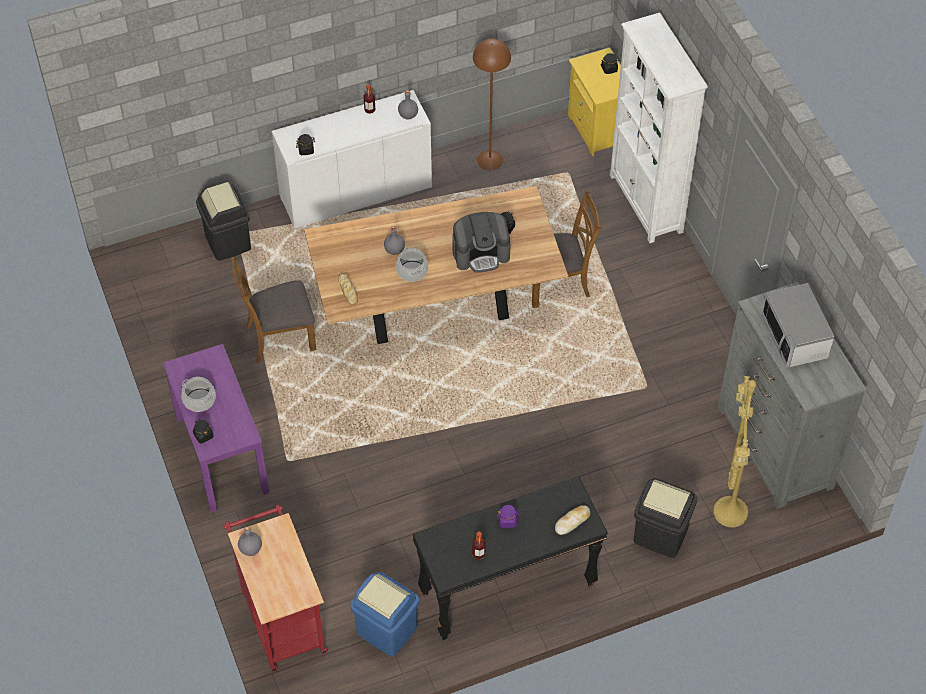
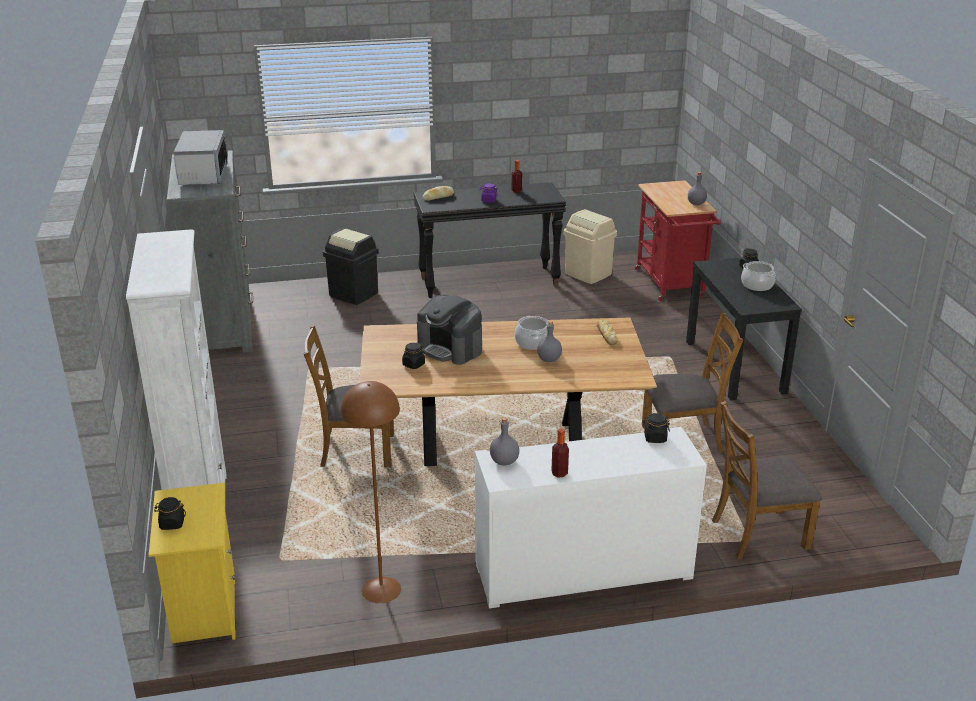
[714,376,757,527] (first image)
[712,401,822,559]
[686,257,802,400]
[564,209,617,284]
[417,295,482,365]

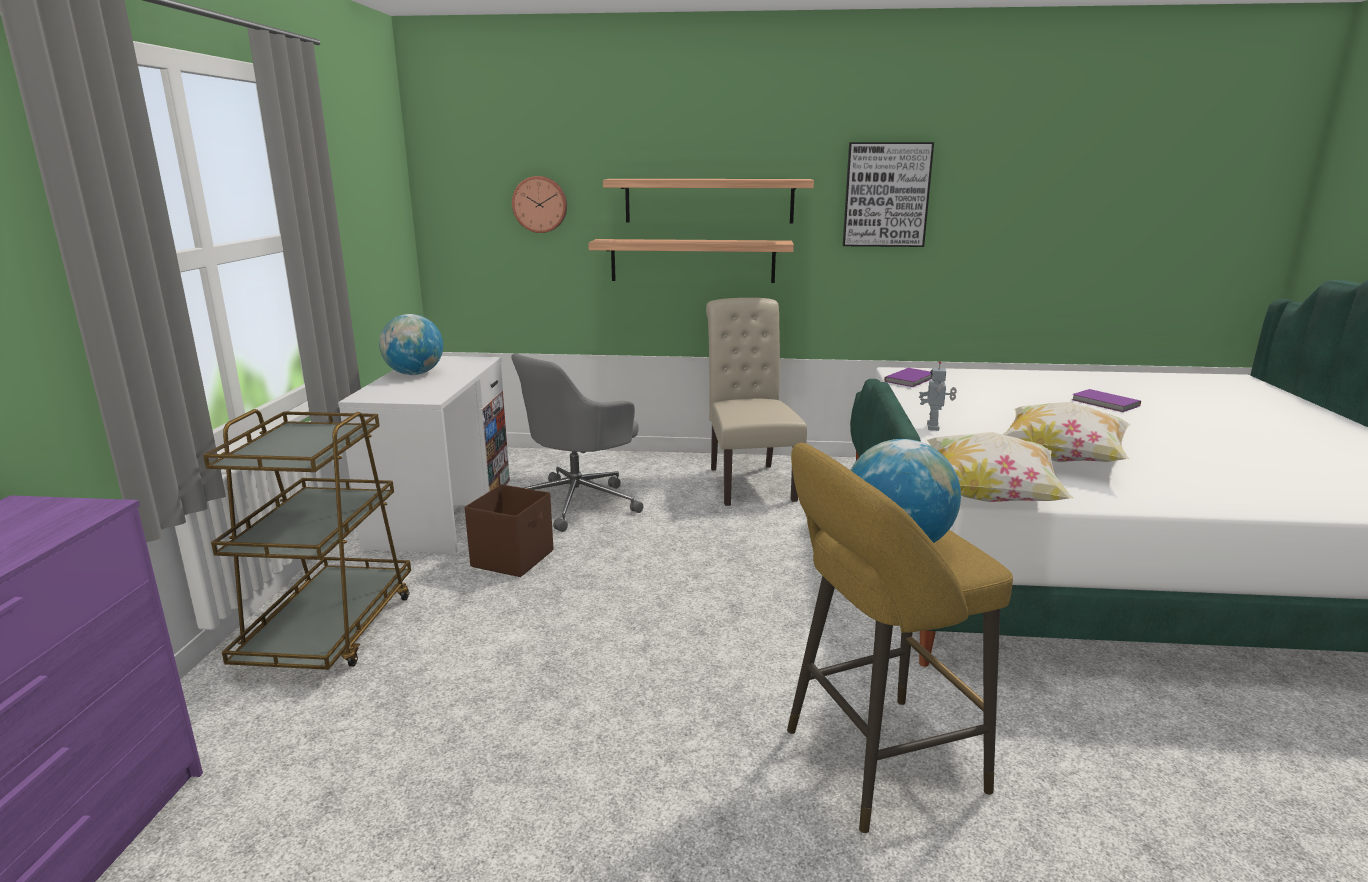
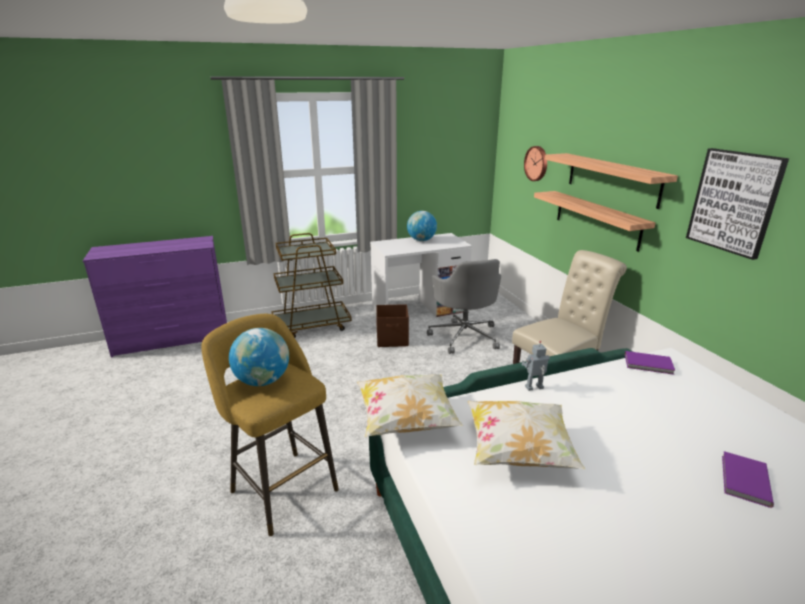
[427,259,501,354]

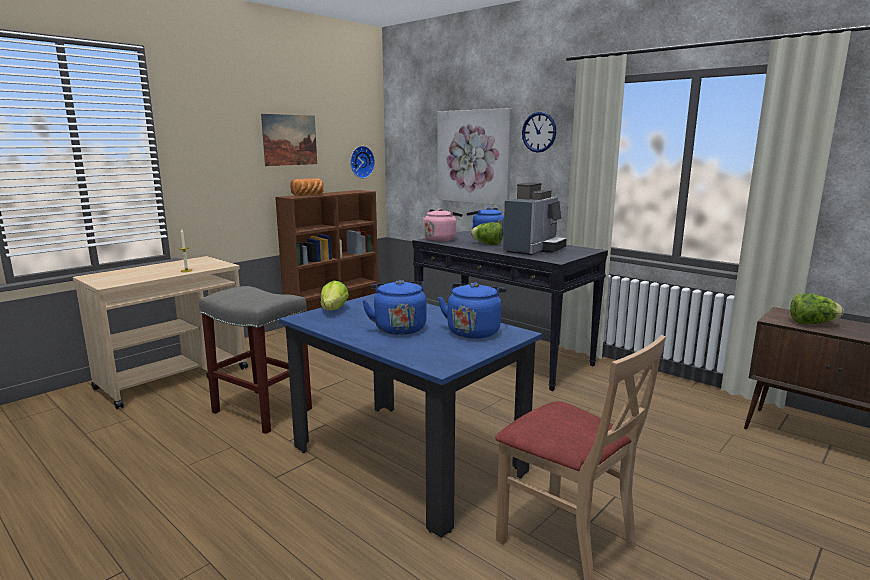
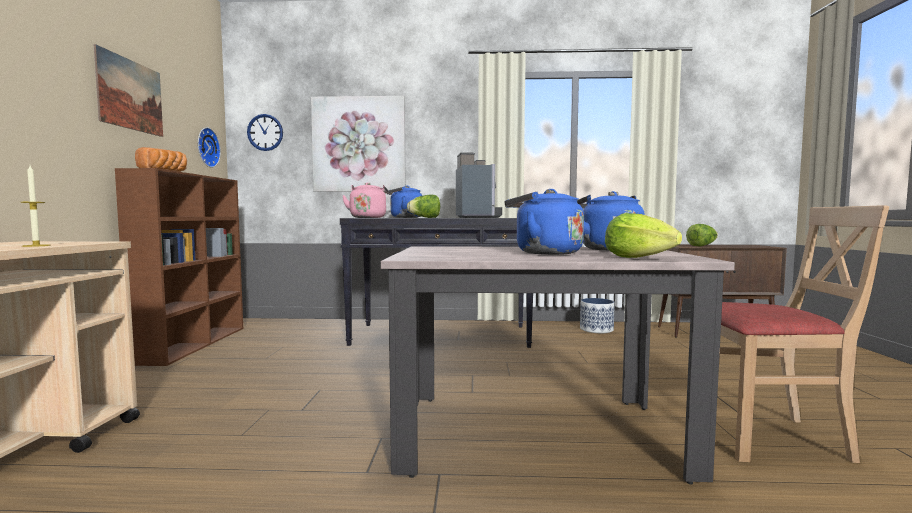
[199,286,312,434] (first image)
[580,298,615,333]
[605,213,682,258]
[247,114,283,151]
[381,246,735,484]

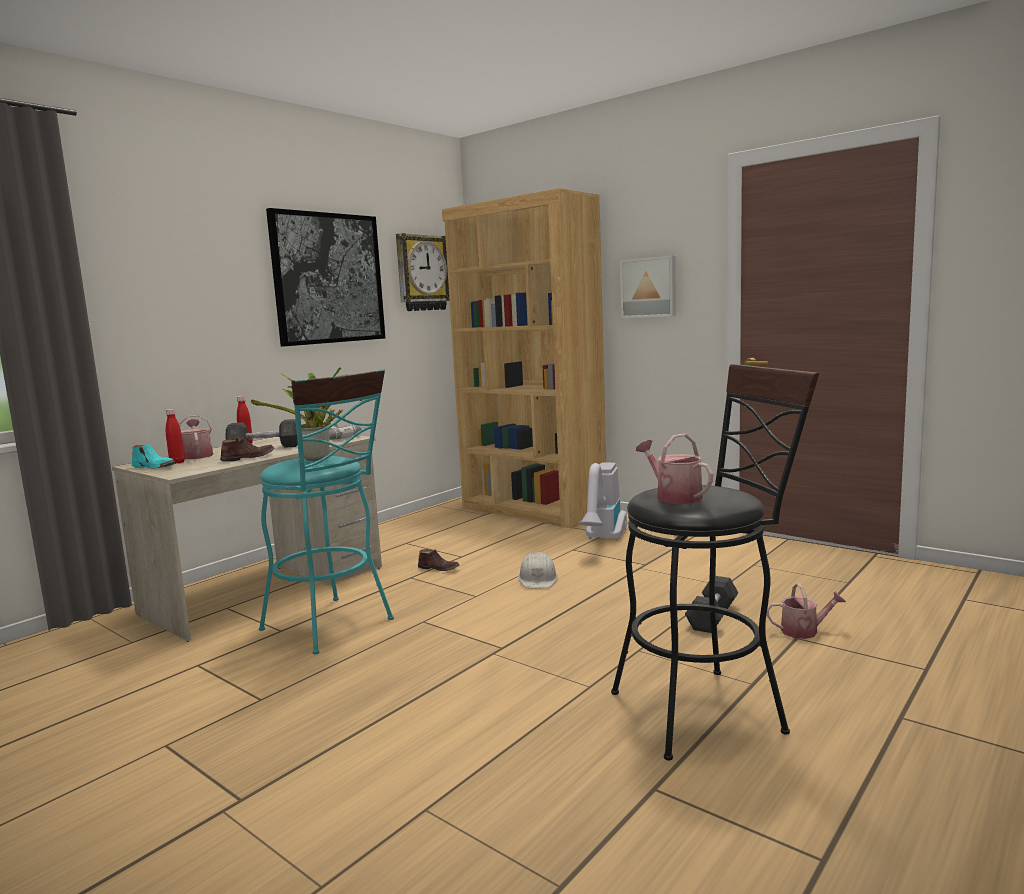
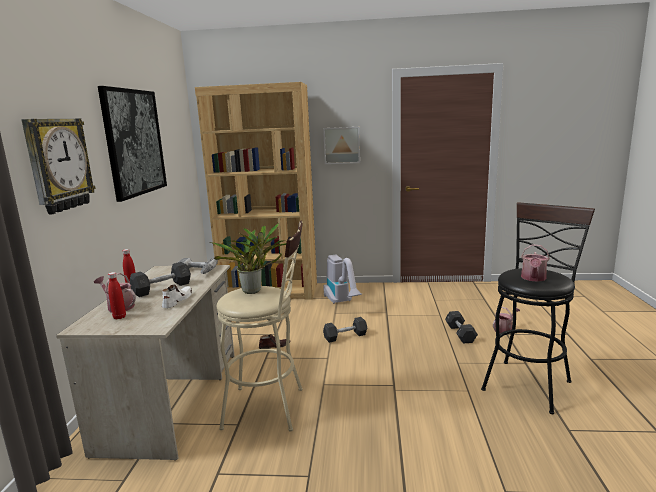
[132,444,175,469] (first image)
[21,118,96,214]
[323,317,367,343]
[162,285,192,308]
[217,221,303,432]
[521,245,550,282]

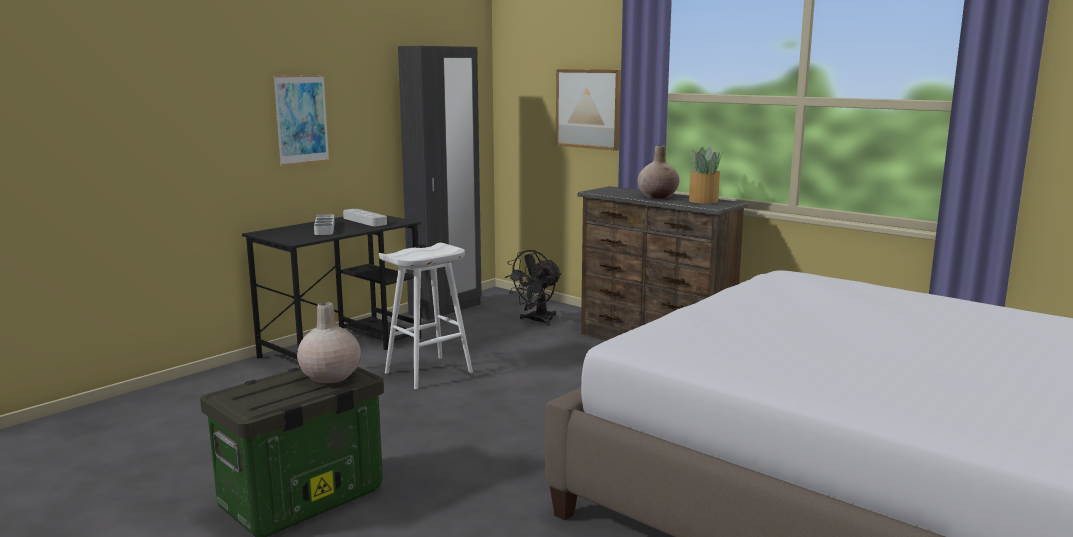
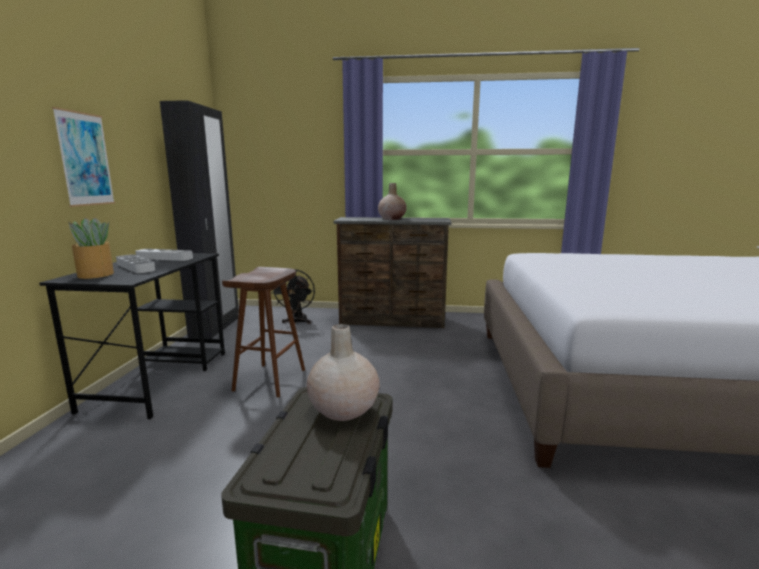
[556,69,621,151] (first image)
[68,218,114,279]
[222,267,305,397]

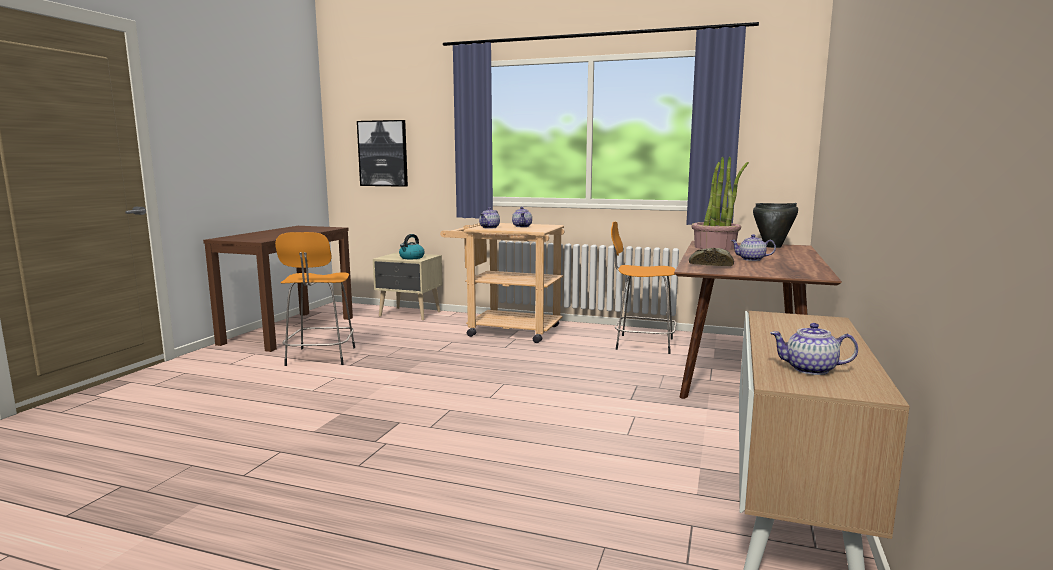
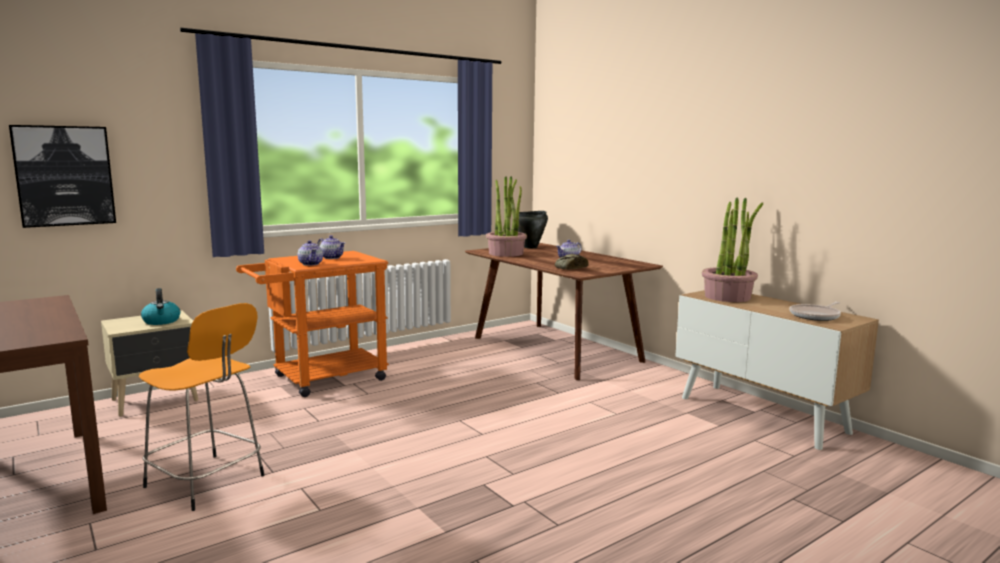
[611,222,677,354] (first image)
[702,198,763,302]
[789,302,841,321]
[236,251,389,397]

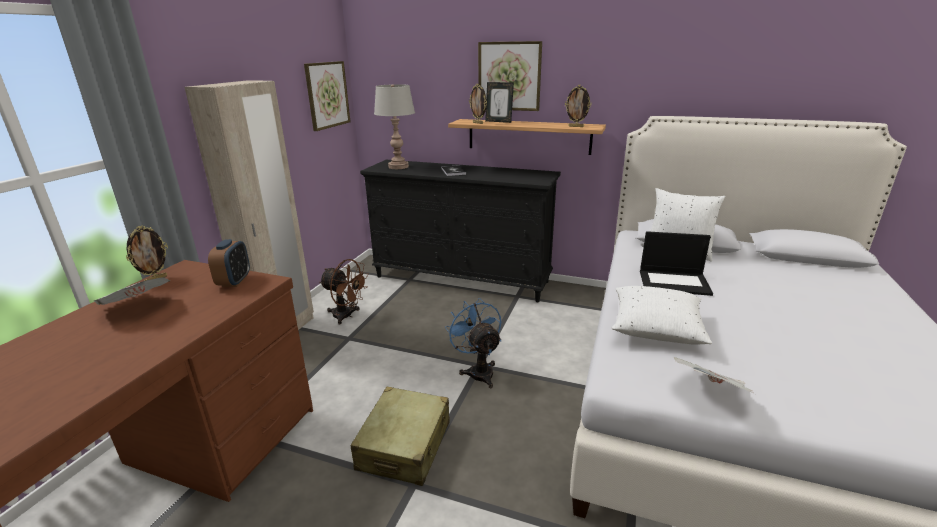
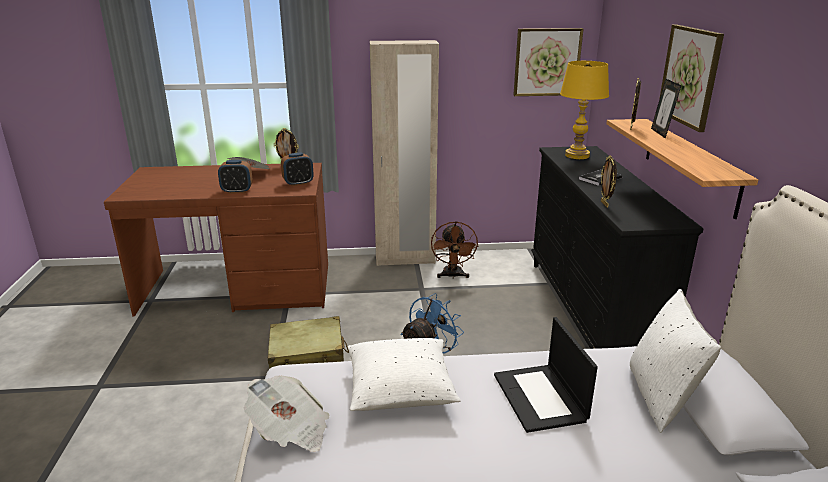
[218,160,253,194]
[601,156,617,207]
[560,61,609,159]

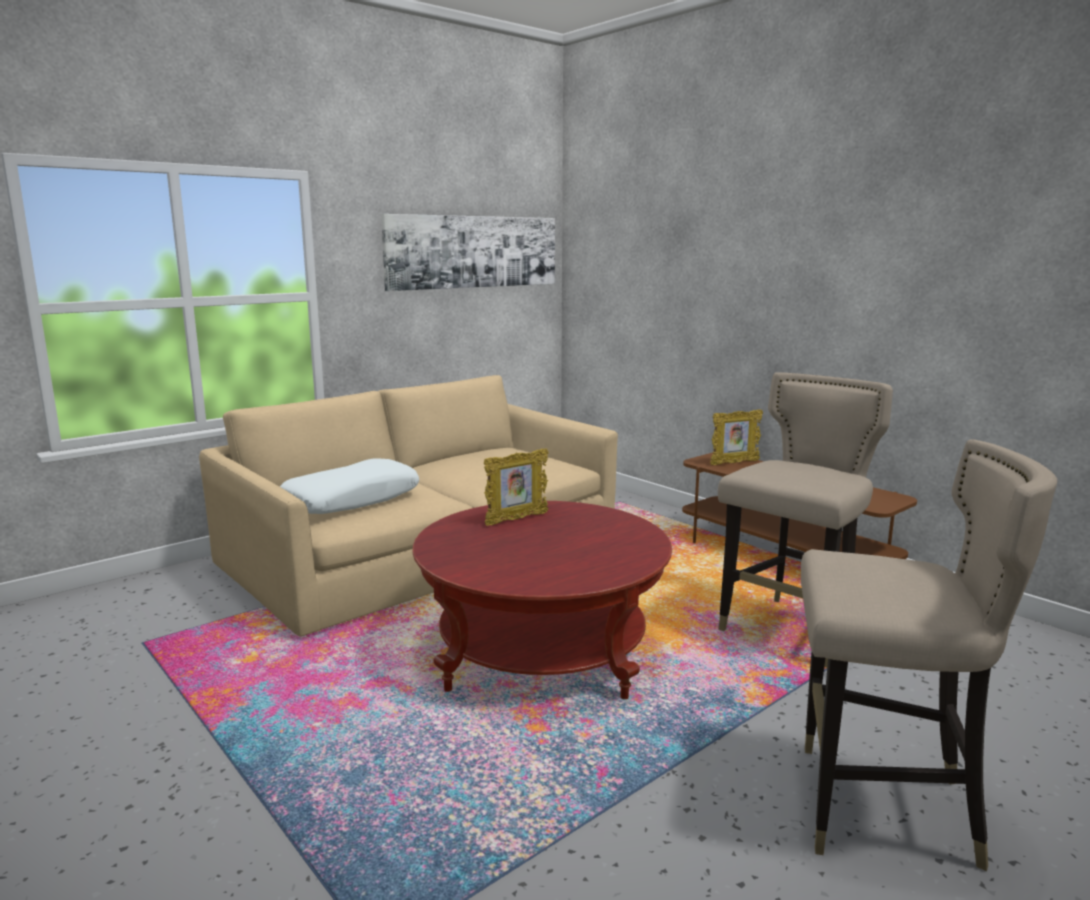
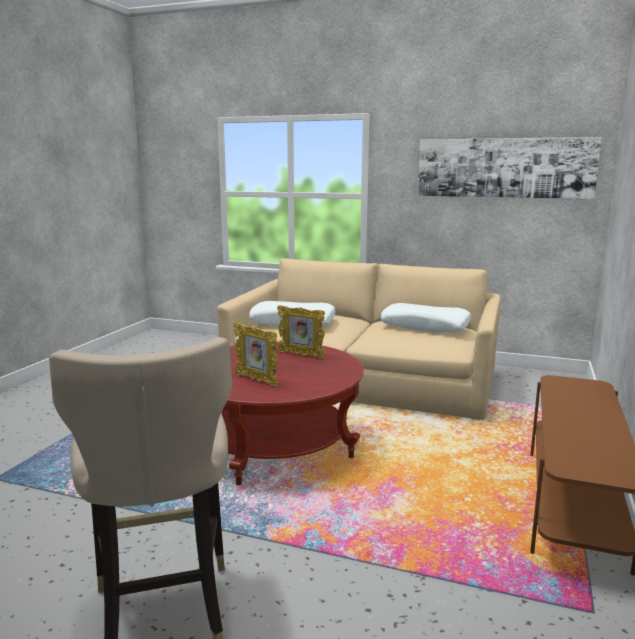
[718,373,893,668] (first image)
[381,303,471,333]
[234,323,278,386]

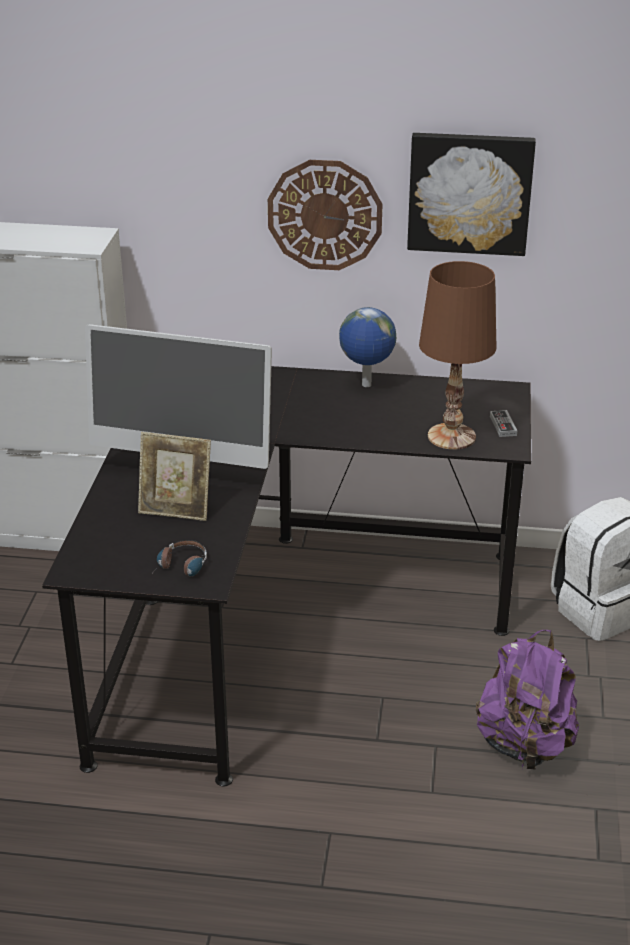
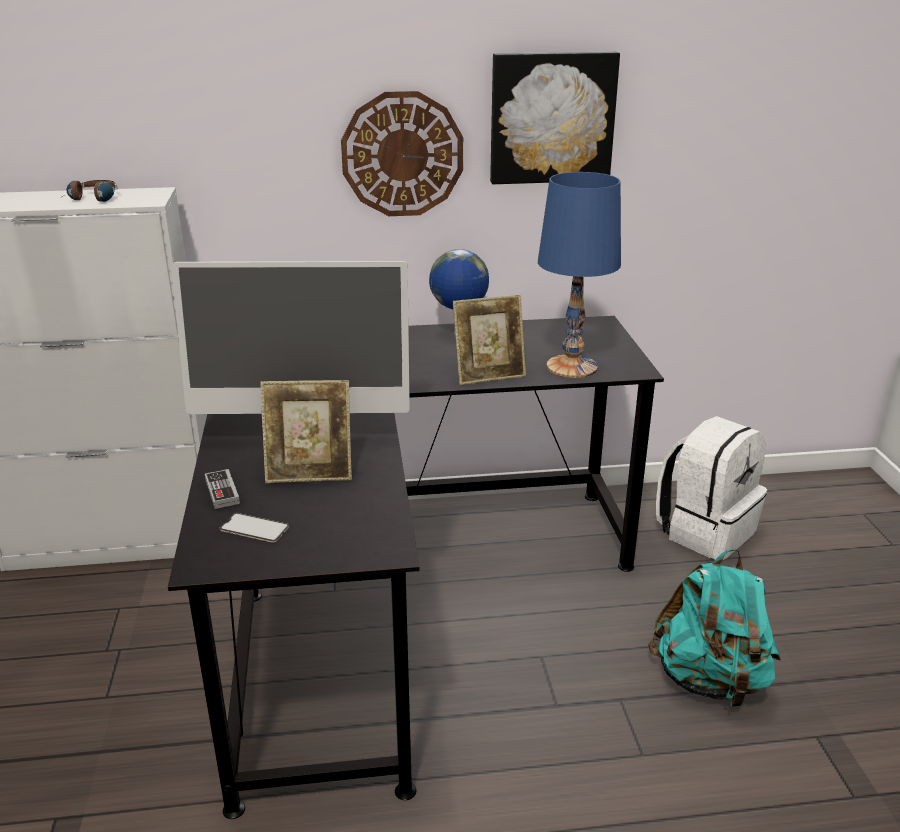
[220,513,289,543]
[453,295,526,385]
[60,180,118,202]
[205,469,240,509]
[538,172,621,378]
[648,549,781,709]

